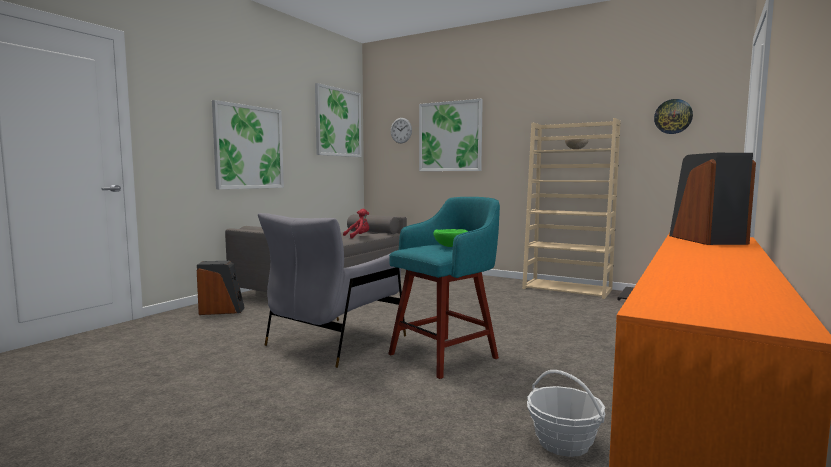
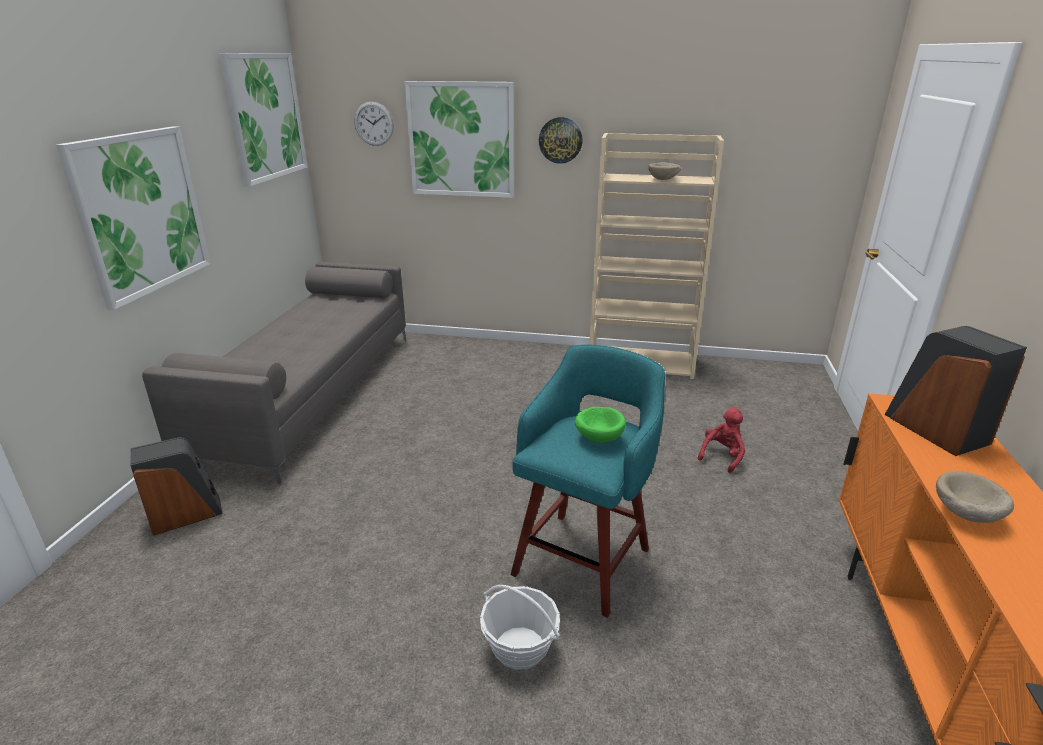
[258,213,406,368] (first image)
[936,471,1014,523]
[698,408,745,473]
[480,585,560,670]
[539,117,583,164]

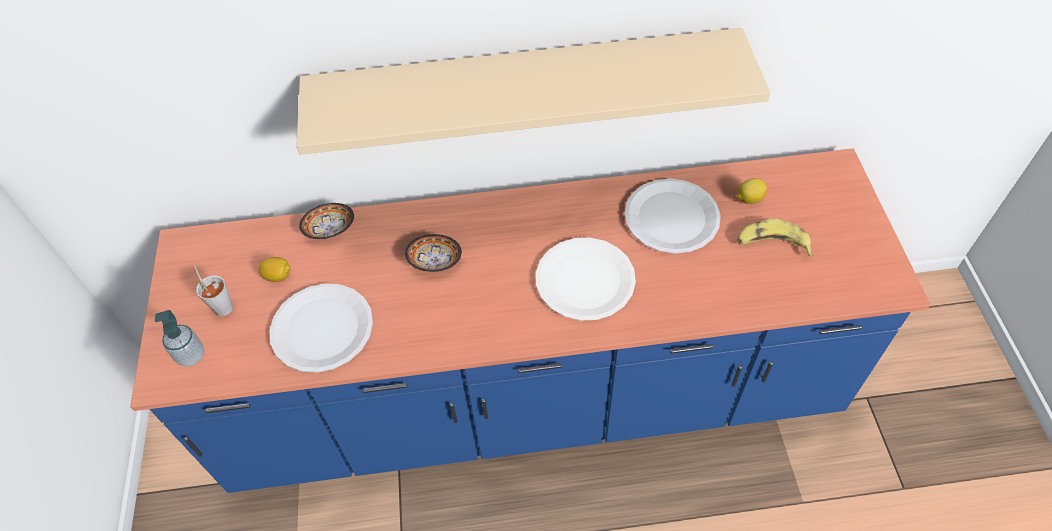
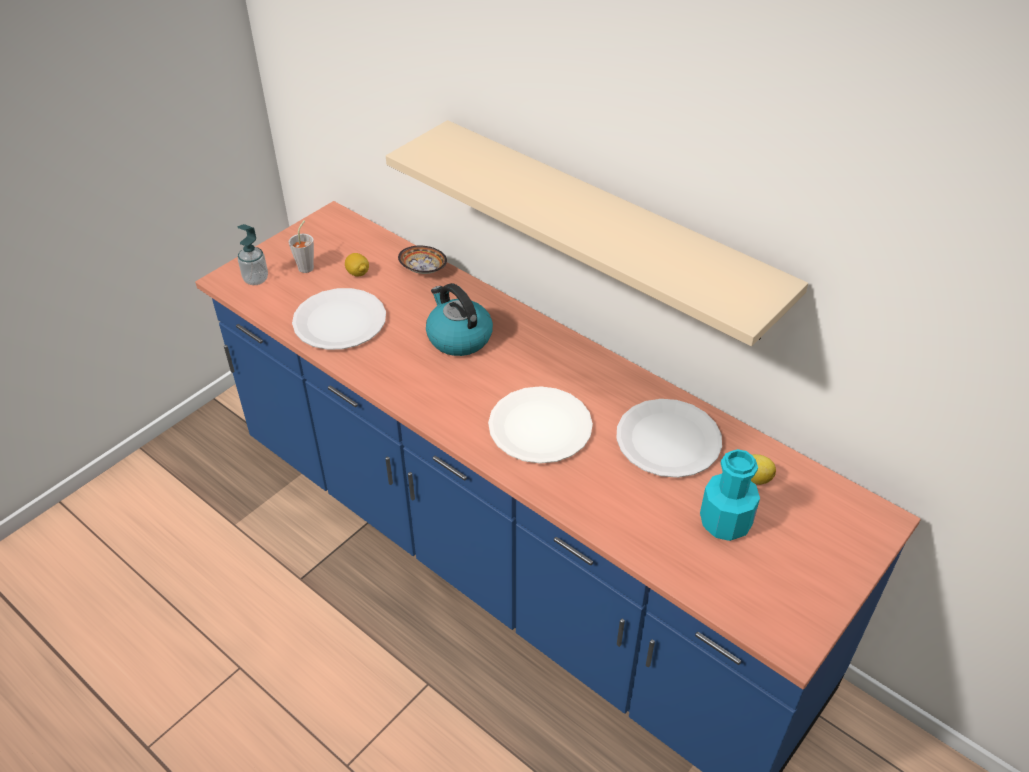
[426,283,493,356]
[700,449,760,541]

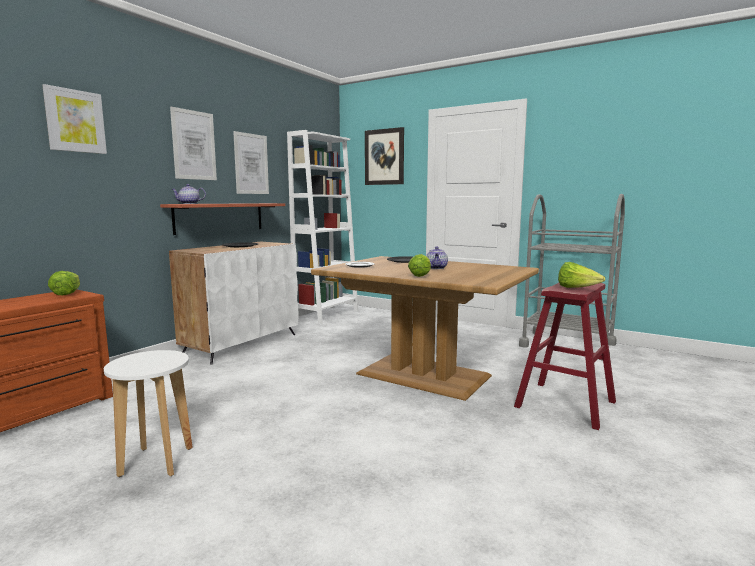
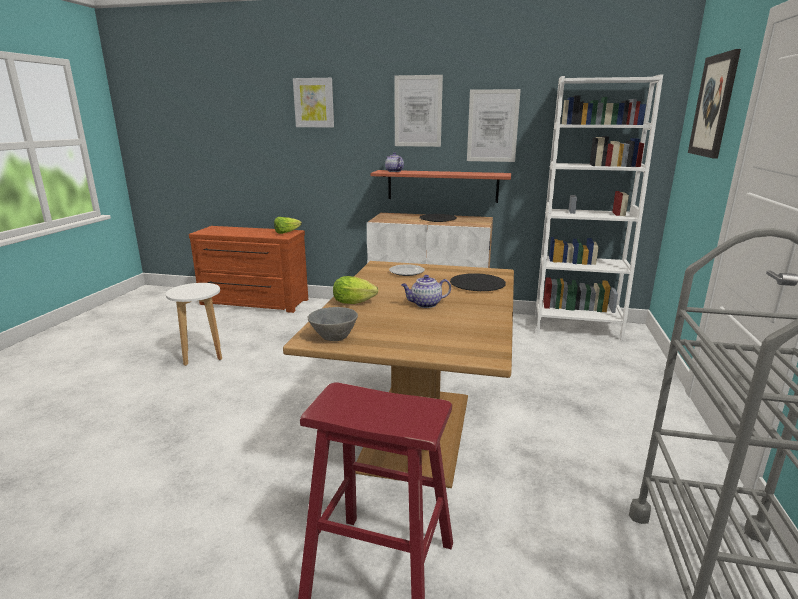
[558,262,605,288] (first image)
[308,307,358,341]

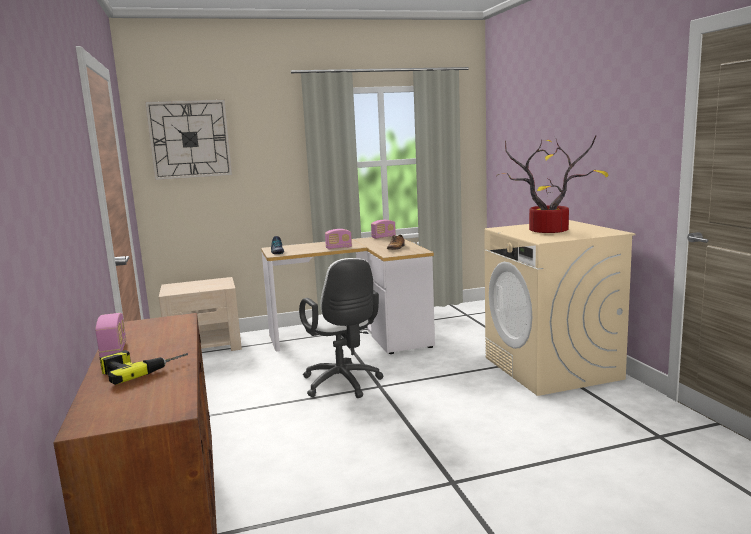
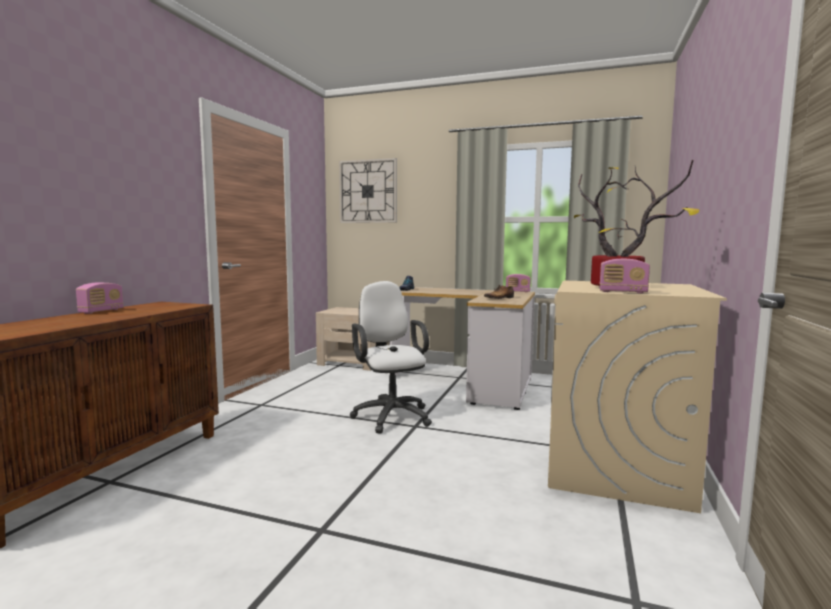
[100,350,188,385] (first image)
[599,259,650,293]
[350,281,432,434]

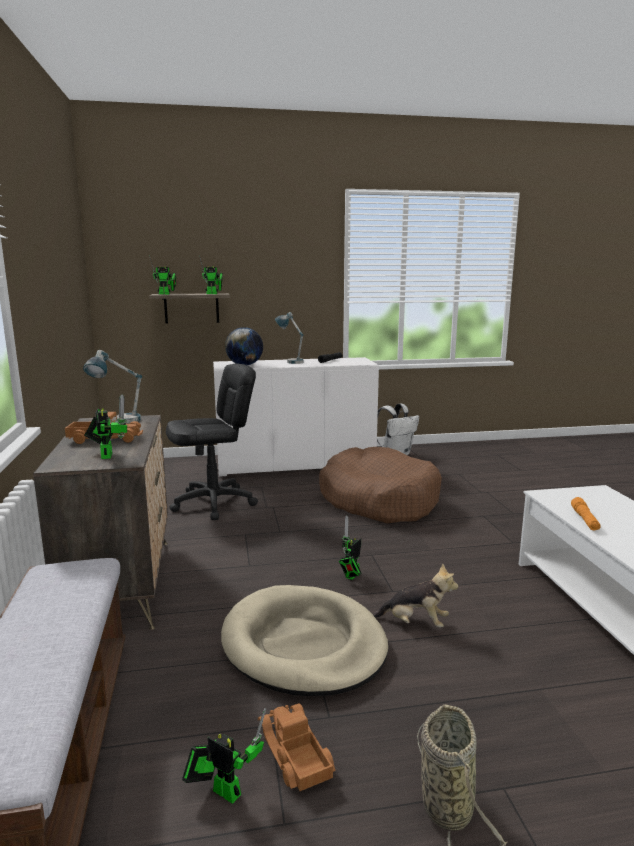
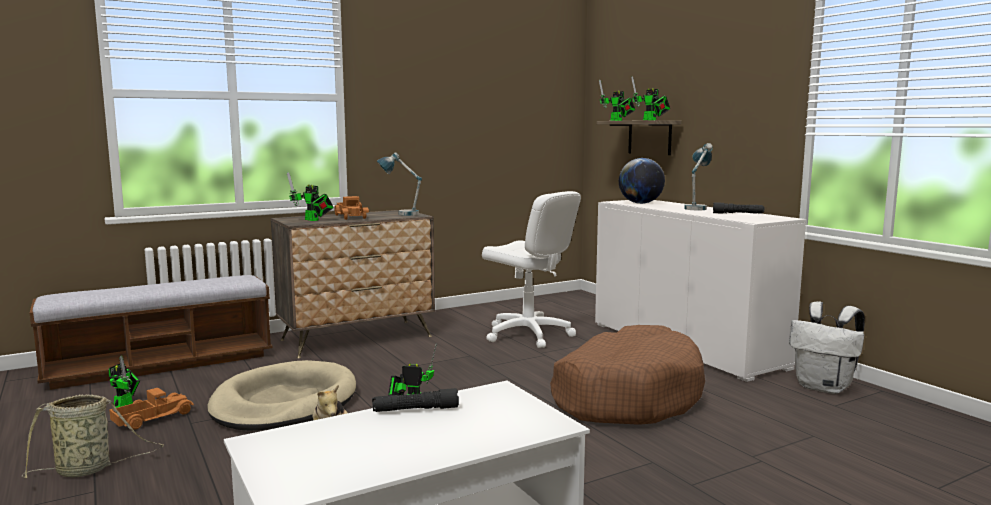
[482,191,581,348]
[372,388,459,412]
[287,171,334,221]

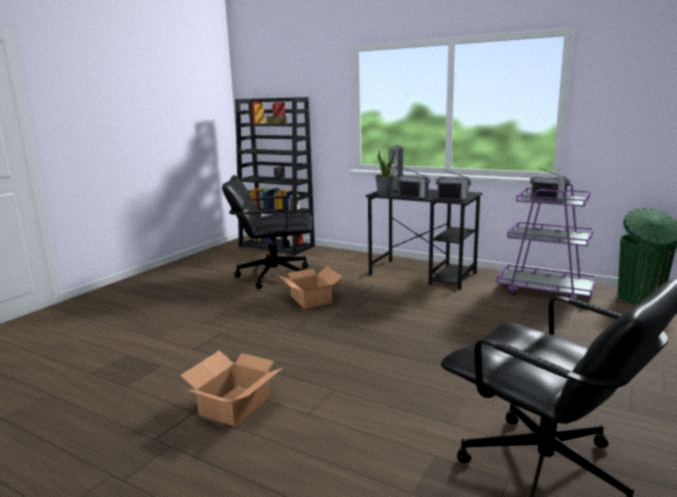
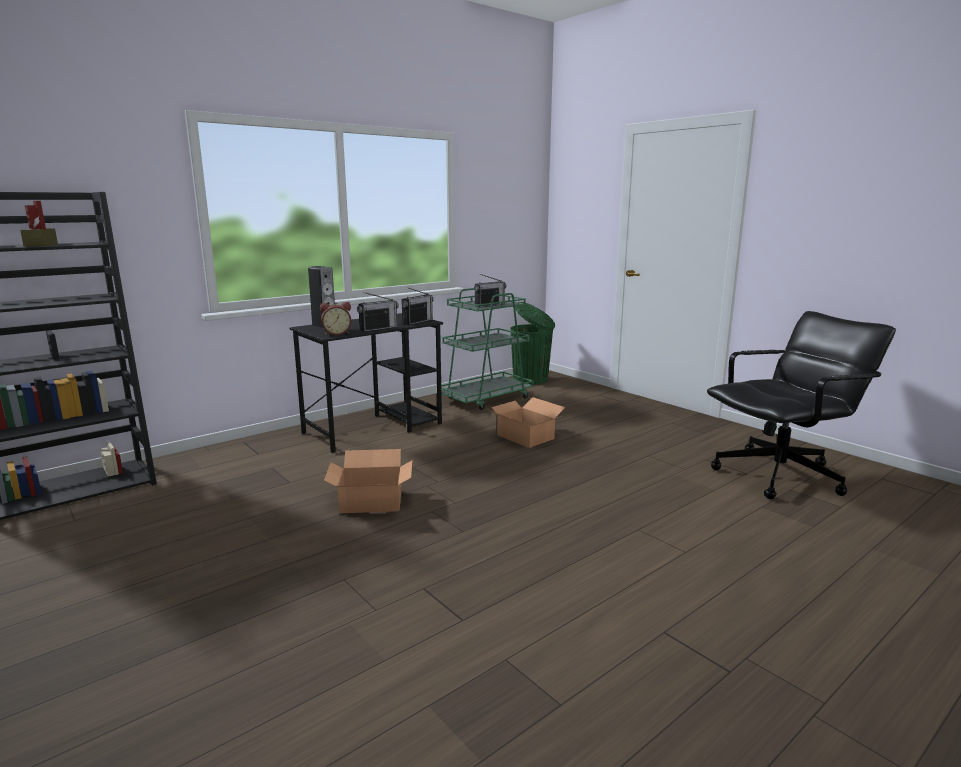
[222,175,313,289] (first image)
[488,397,566,448]
[320,302,351,335]
[441,288,534,410]

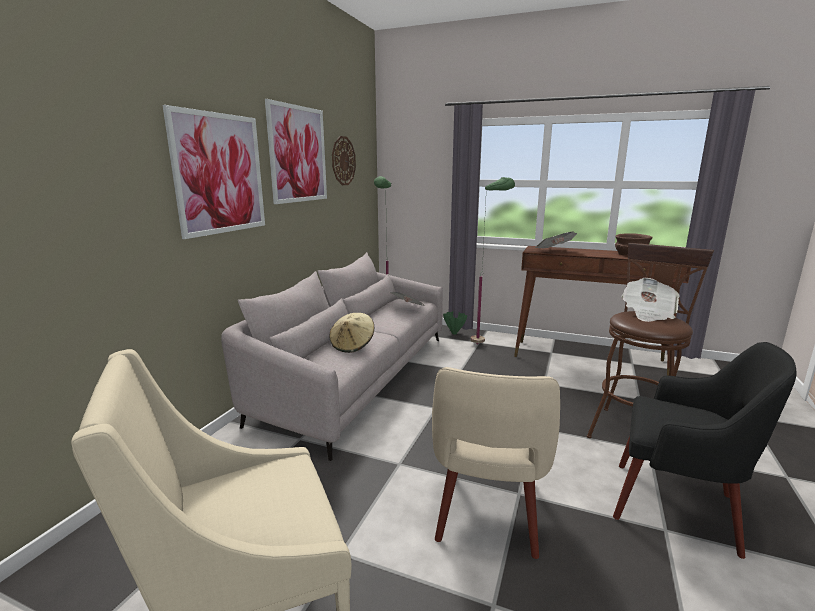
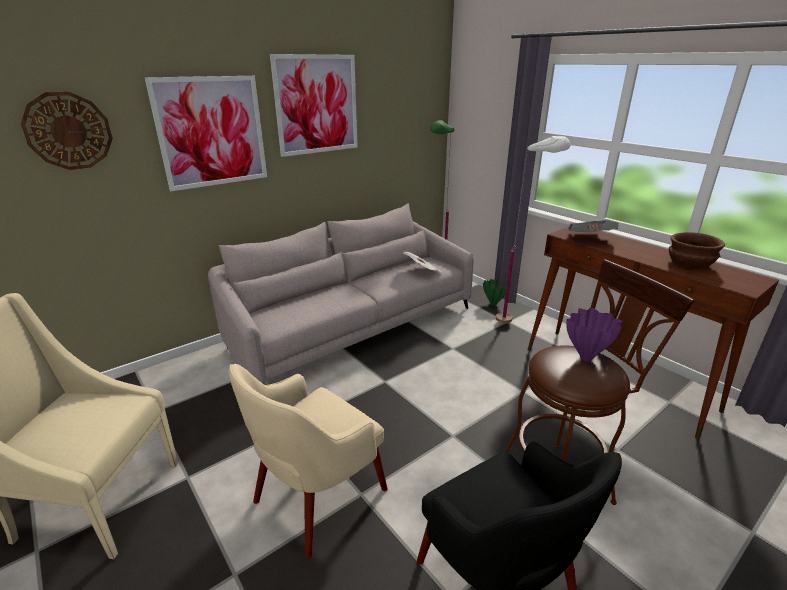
[329,313,374,353] (first image)
[21,92,113,170]
[566,308,622,362]
[496,136,570,324]

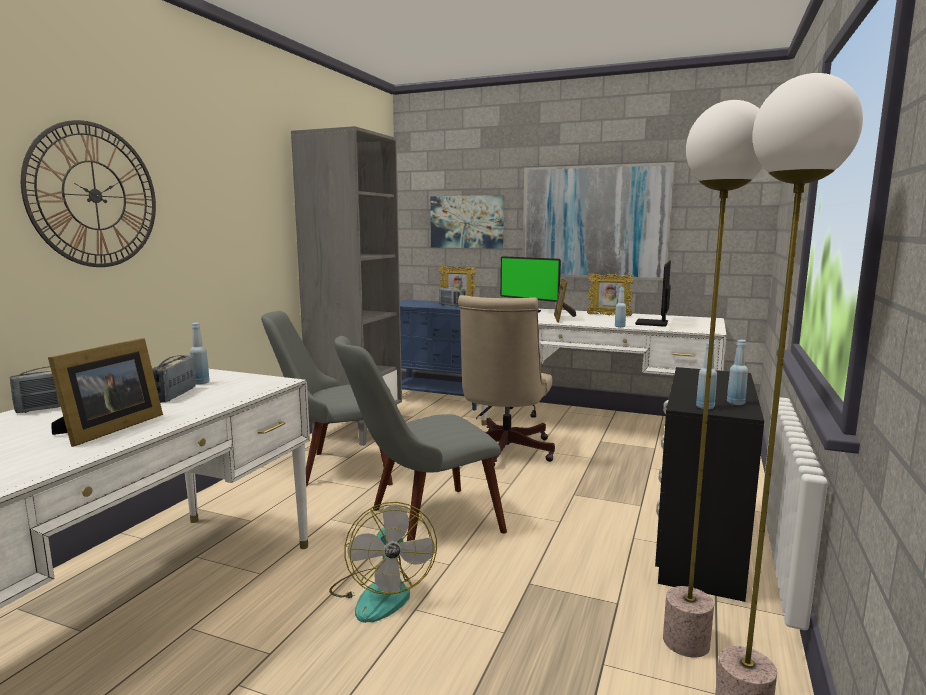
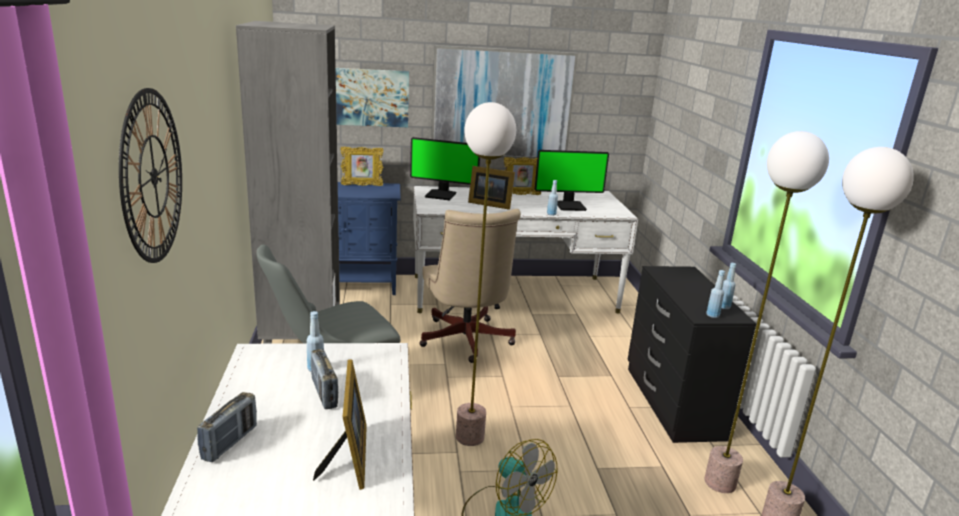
[439,286,466,306] (first image)
[456,102,516,446]
[468,166,515,210]
[535,150,609,211]

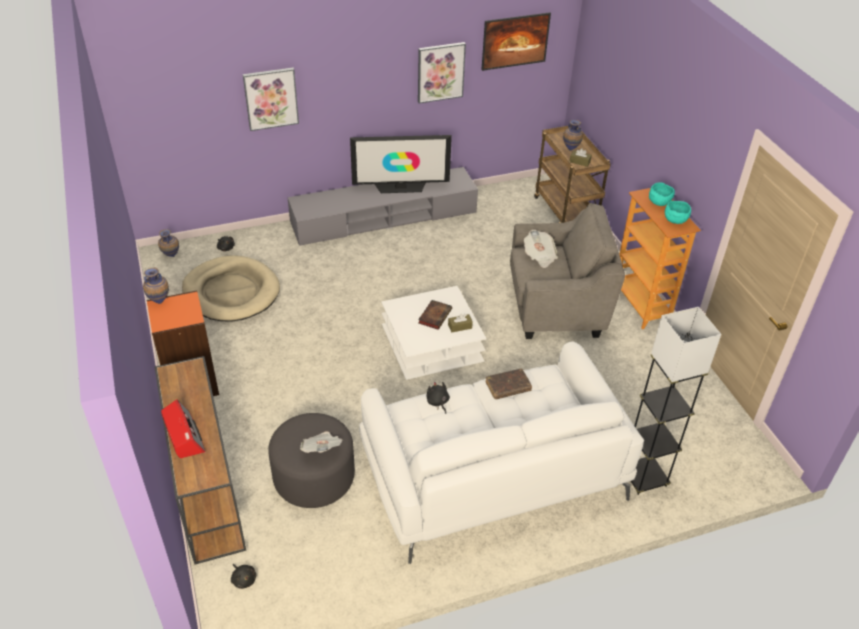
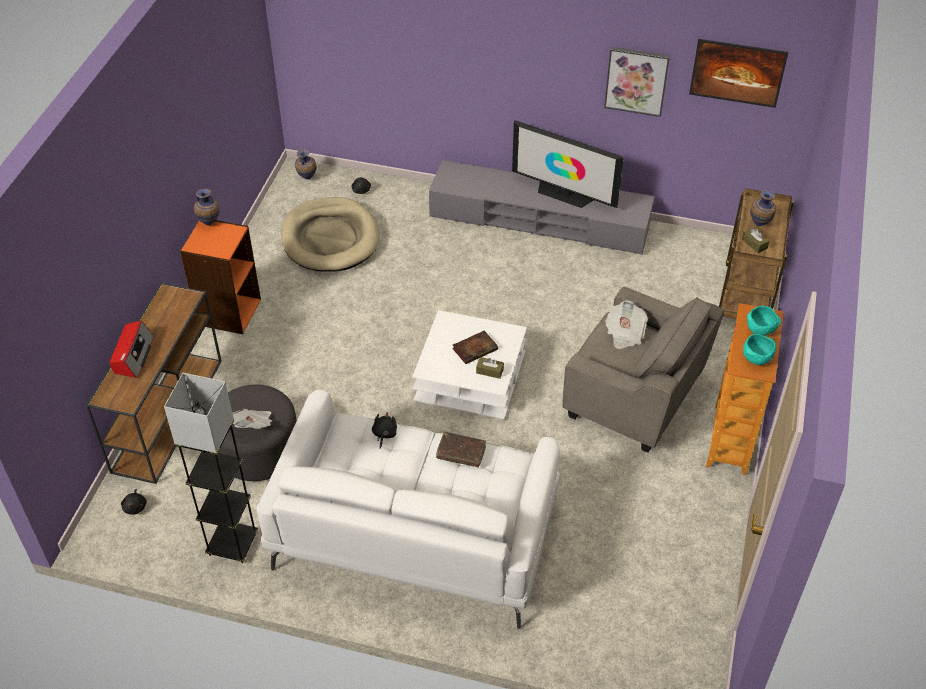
[243,68,299,131] (first image)
[164,373,258,563]

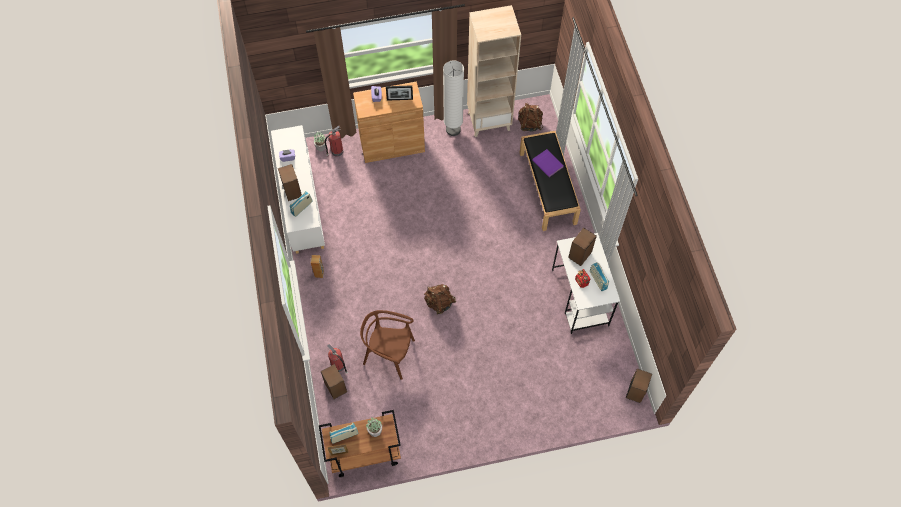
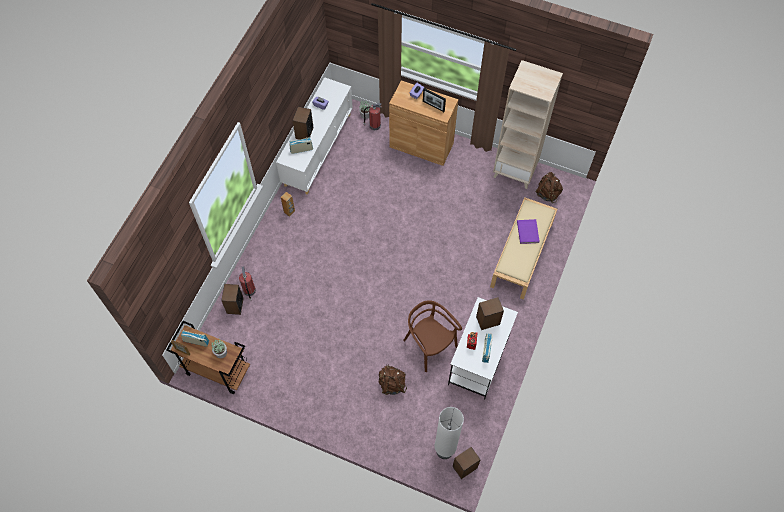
[403,300,462,372]
[379,364,407,395]
[434,407,464,459]
[490,197,557,300]

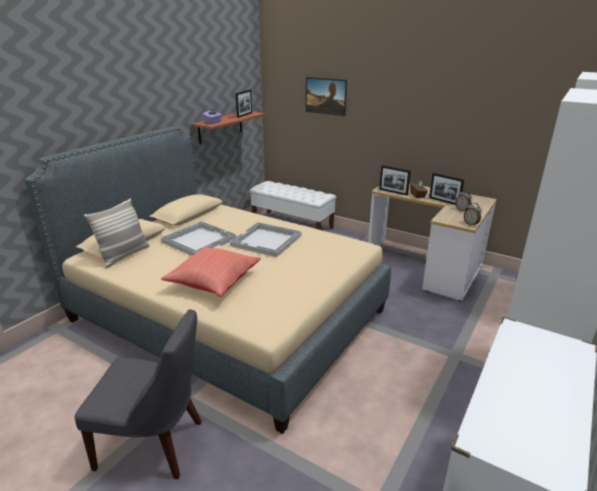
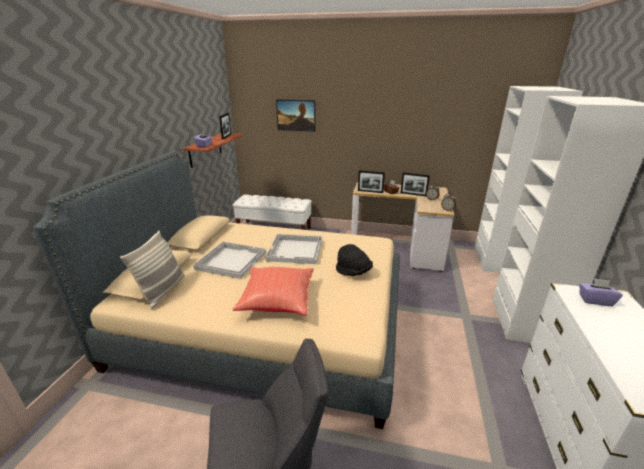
[336,244,373,276]
[579,278,623,306]

